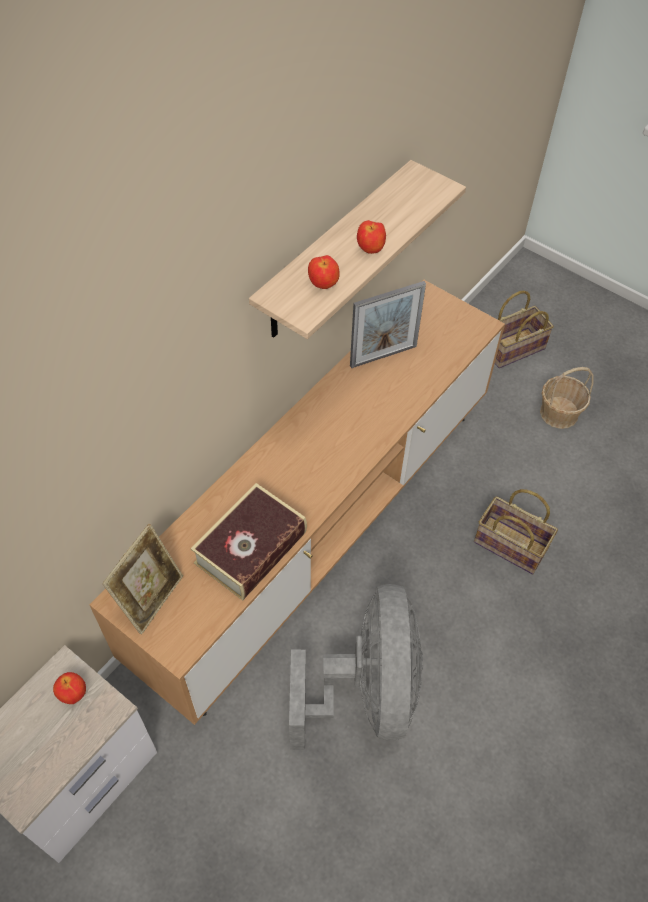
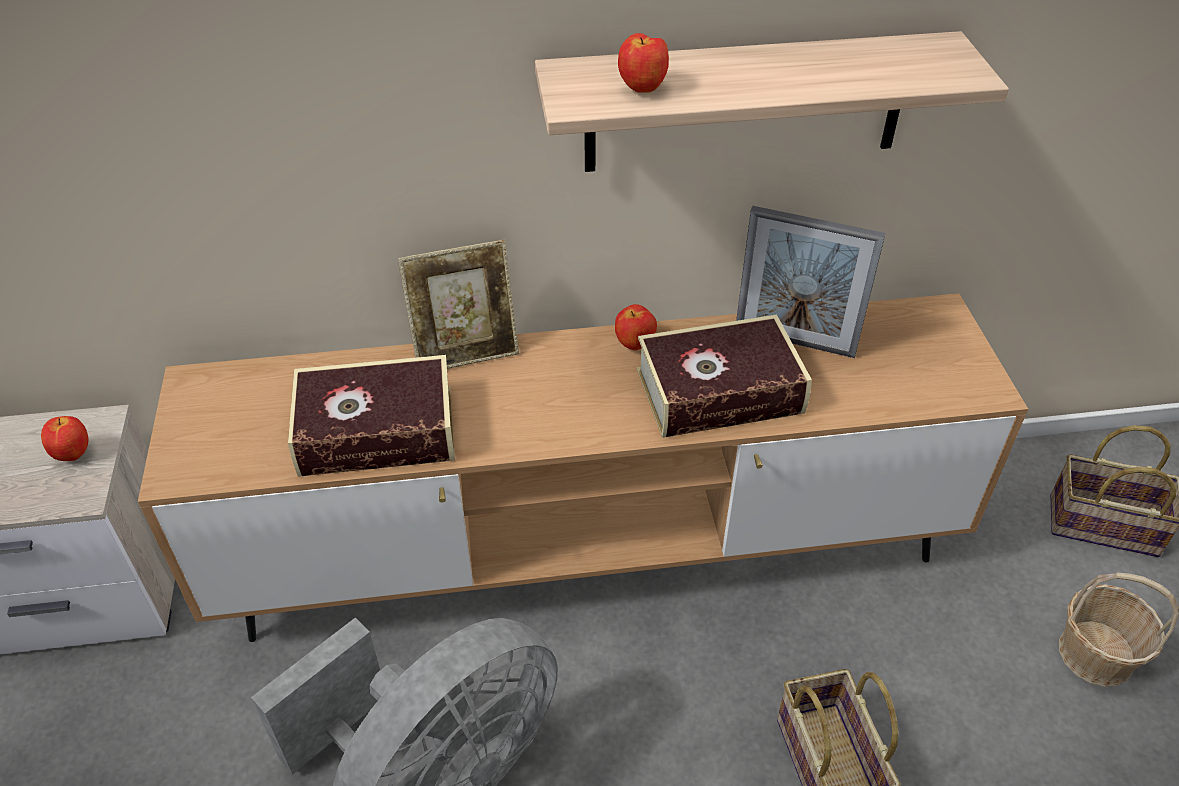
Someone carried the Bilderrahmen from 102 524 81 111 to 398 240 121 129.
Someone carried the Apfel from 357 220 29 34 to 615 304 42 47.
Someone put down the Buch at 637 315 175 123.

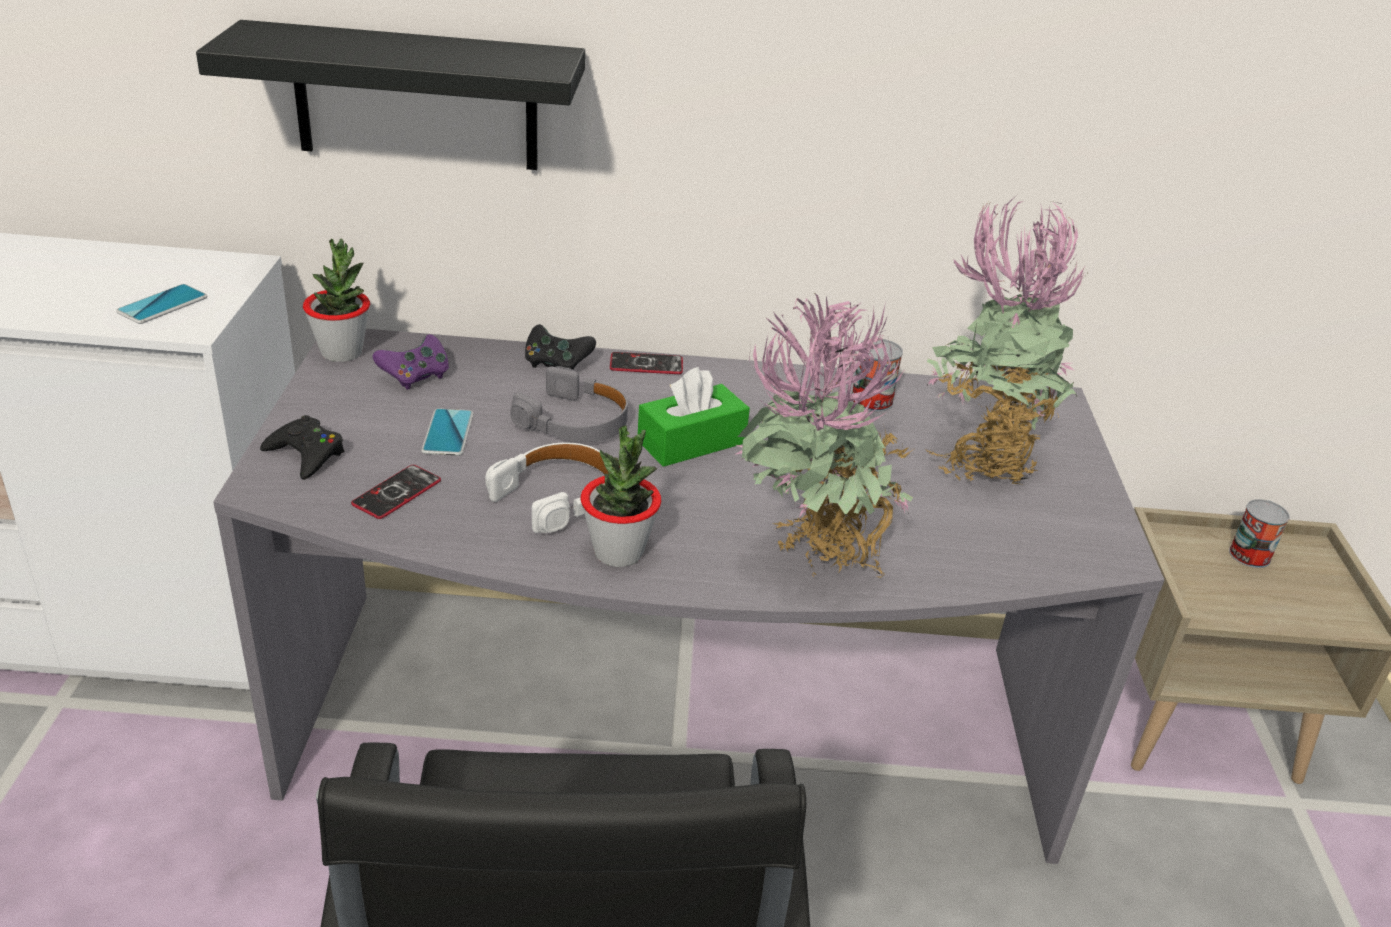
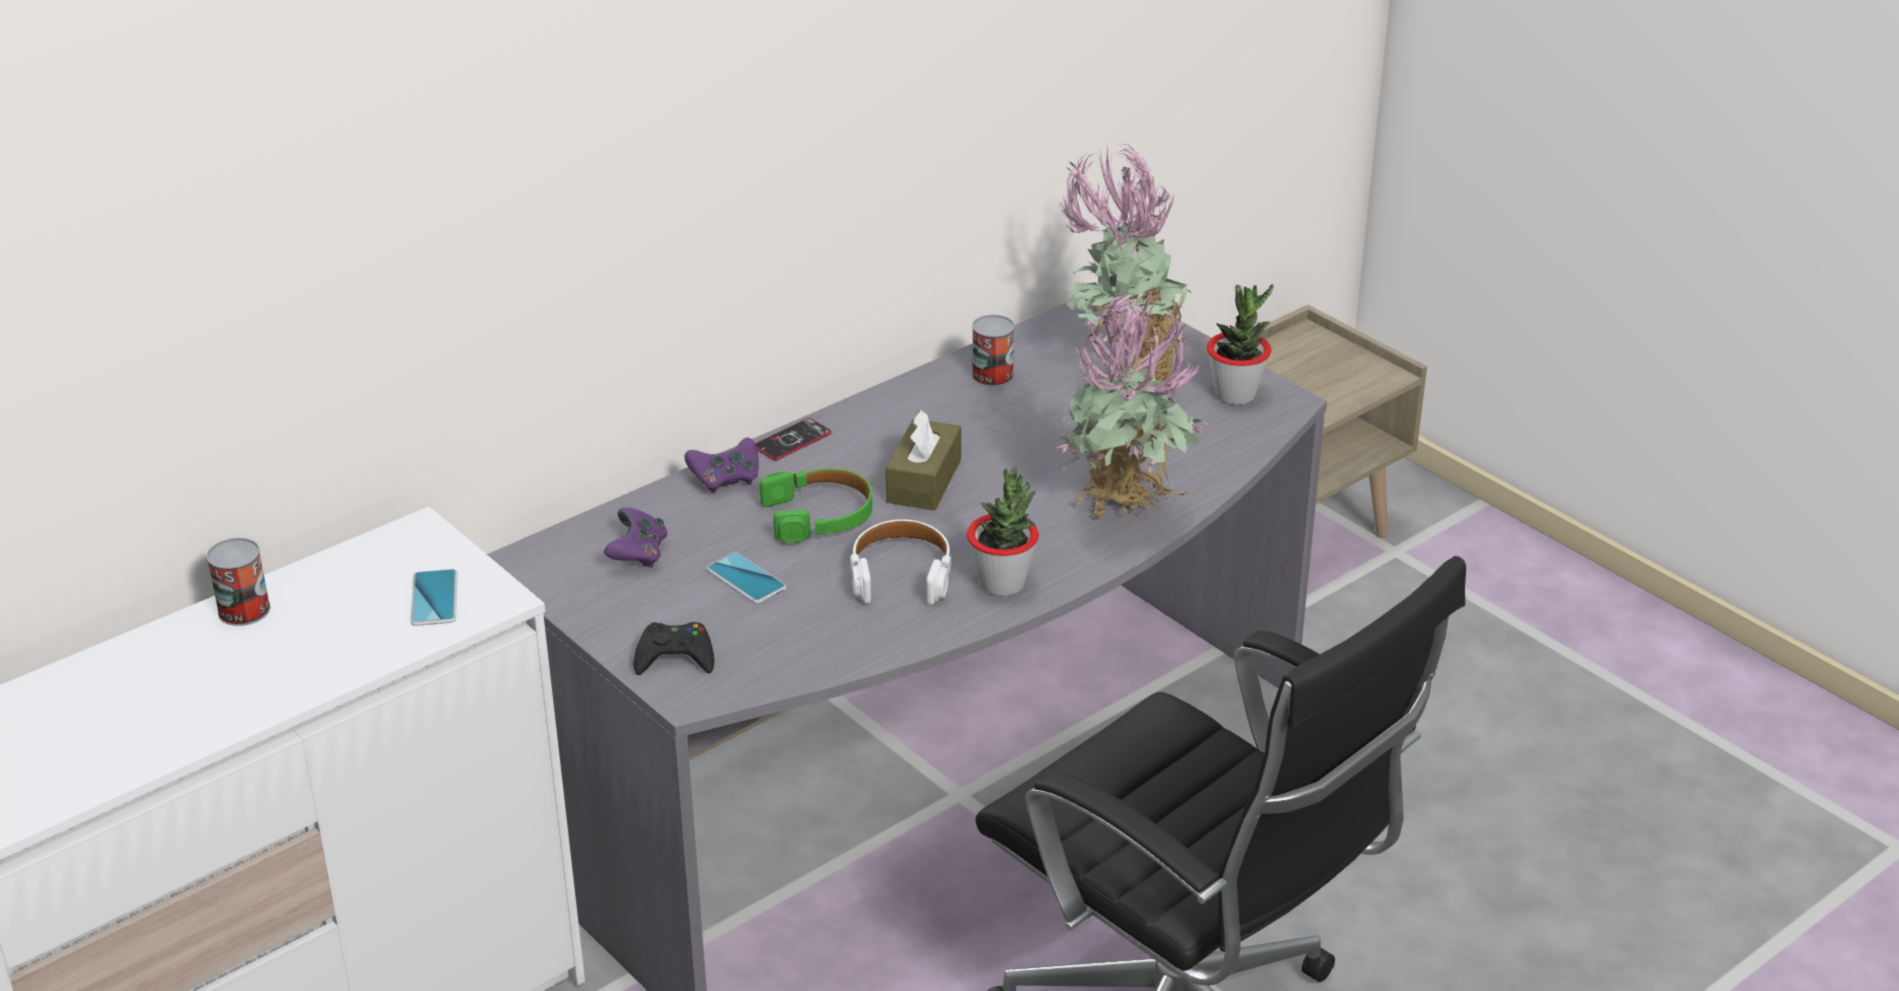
Someone took away the Wandregal (schwarz) at 196 20 389 150.
Someone carried the Topfpflanze from 303 239 67 123 to 1207 284 67 121.
Someone took away the Handy at 351 465 90 54.
Someone repainted the Kopfhörer (grau) at 510 366 118 76, which became the Kopfhörer (grün) at 760 468 112 75.
Someone repainted the Gamepad (schwarz) at 525 324 71 46, which became the Gamepad (lila) at 684 437 75 56.
Someone repainted the Taschentuchbox (grün) at 638 367 112 100, which became the Taschentuchbox (braun) at 886 410 75 101.
Someone carried the Dose from 1229 499 61 69 to 206 538 65 88.

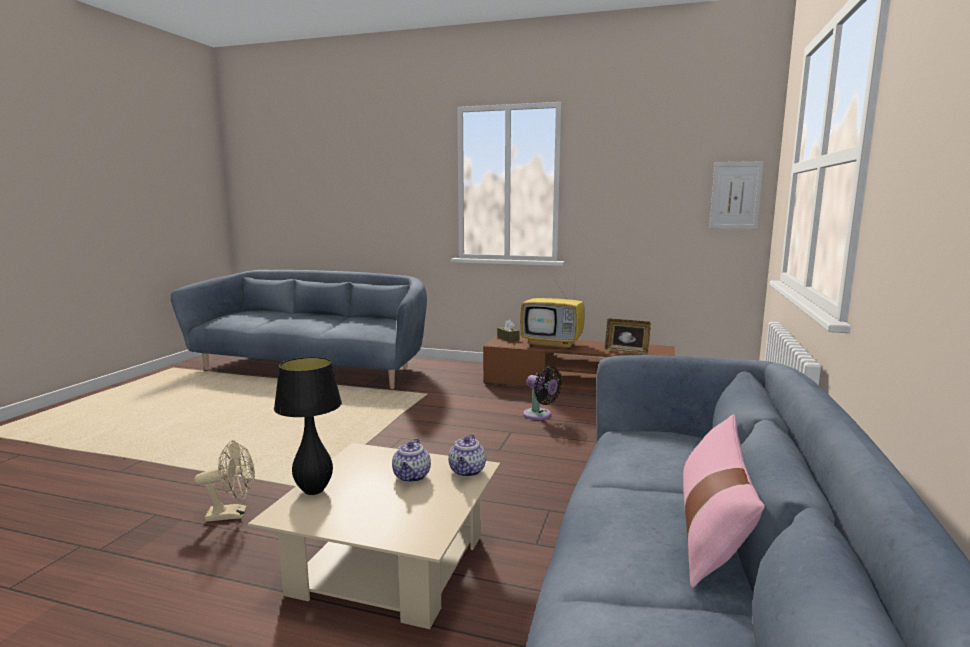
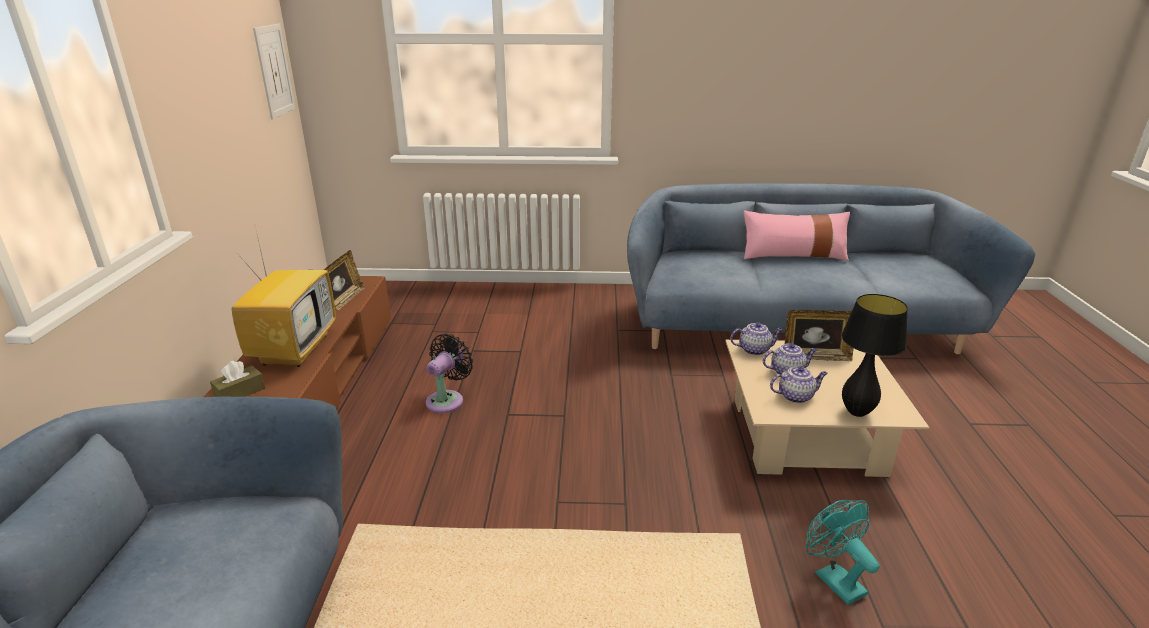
Someone repainted the Ventilator (beige) at 194 440 61 82, which became the Ventilator (türkis) at 806 500 73 105.
Someone put down the Teekanne at 770 366 58 37.
Someone put down the Bilderrahmen at 785 310 68 51.

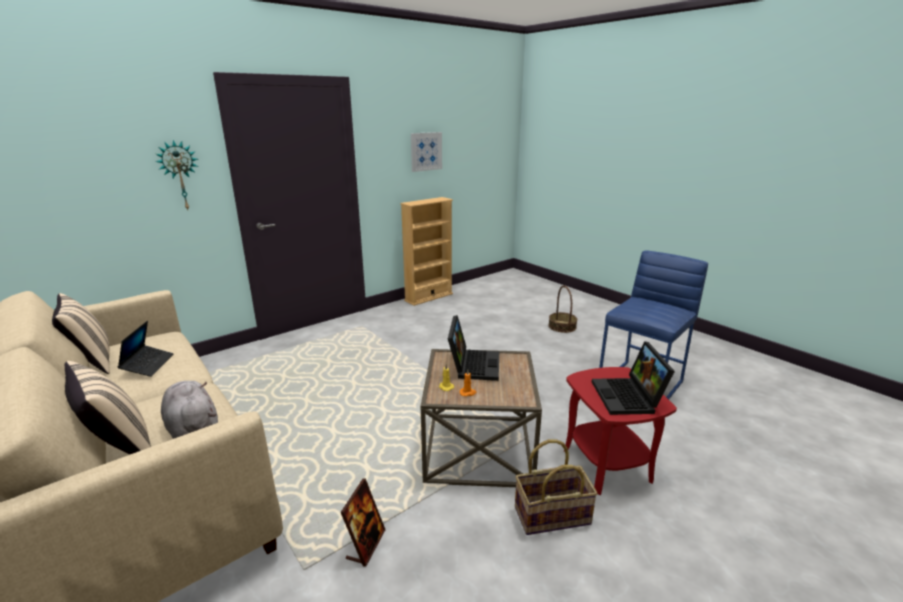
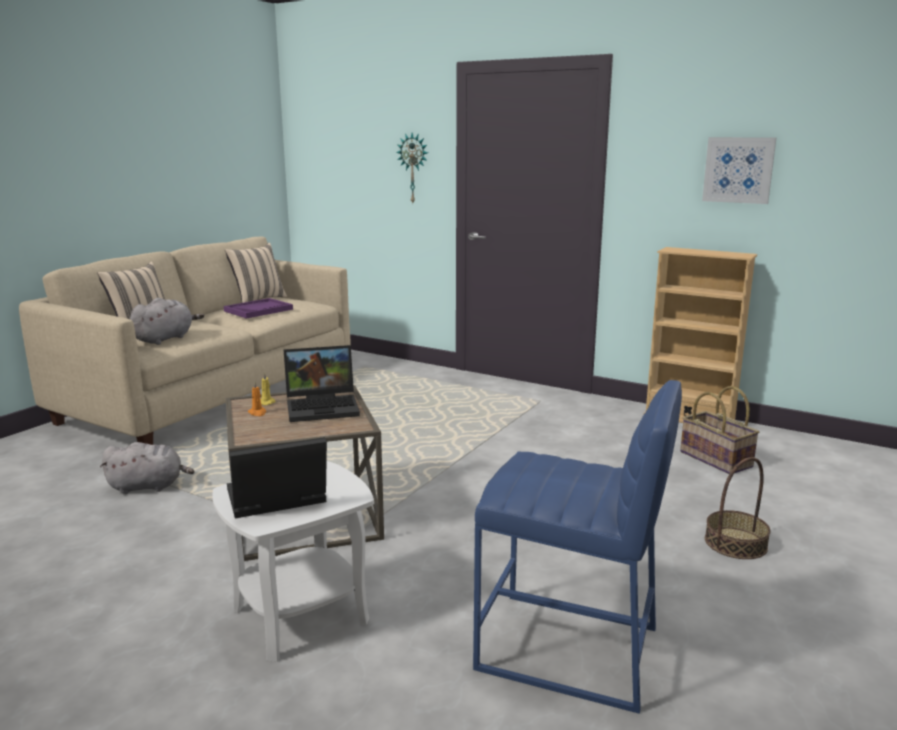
Someone swapped the Laptop at 117 321 57 56 for the Tablett (lila) at 224 298 69 21.
Someone swapped the Bilderrahmen at 341 479 44 88 for the Plüschtier (grau) at 100 442 94 52.
Someone carried the Korb from 515 439 83 96 to 680 386 79 88.
Someone repainted the Beistelltisch (rot) at 564 367 113 128, which became the Beistelltisch (weiß) at 213 461 161 201.

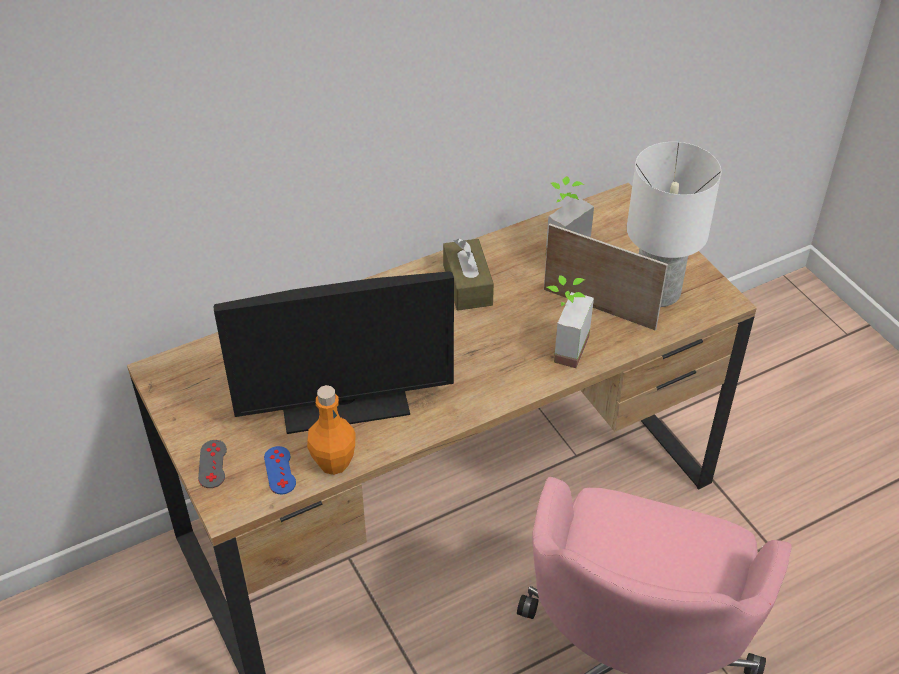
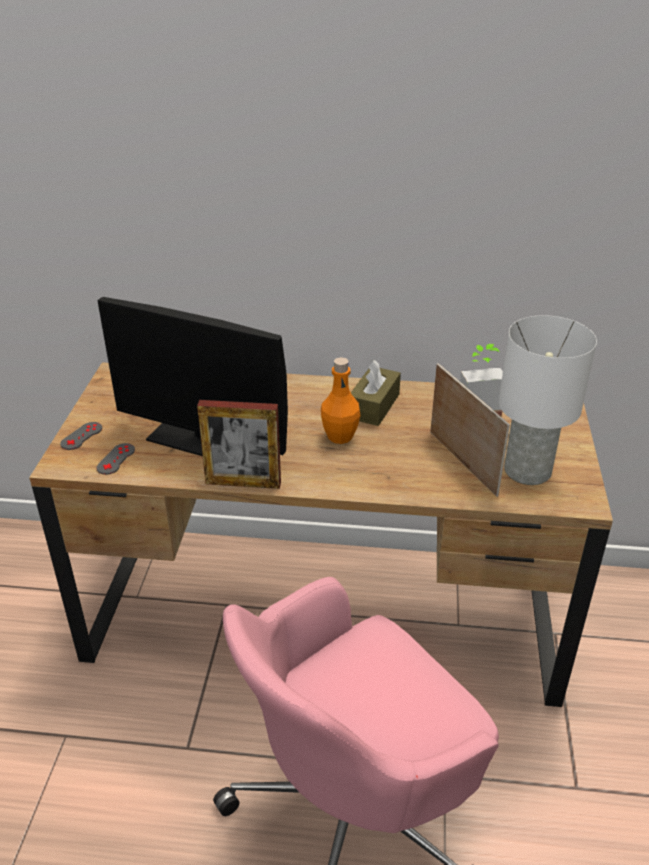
Someone repainted the Gamepad (blau) at 264 446 32 49, which became the Gamepad (grau) at 96 443 39 32.
Someone carried the Flasche (orange) from 307 385 49 90 to 321 357 40 87.
Someone took away the Topfpflanze at 546 275 48 93.
Someone put down the Bilderrahmen at 197 400 84 89.

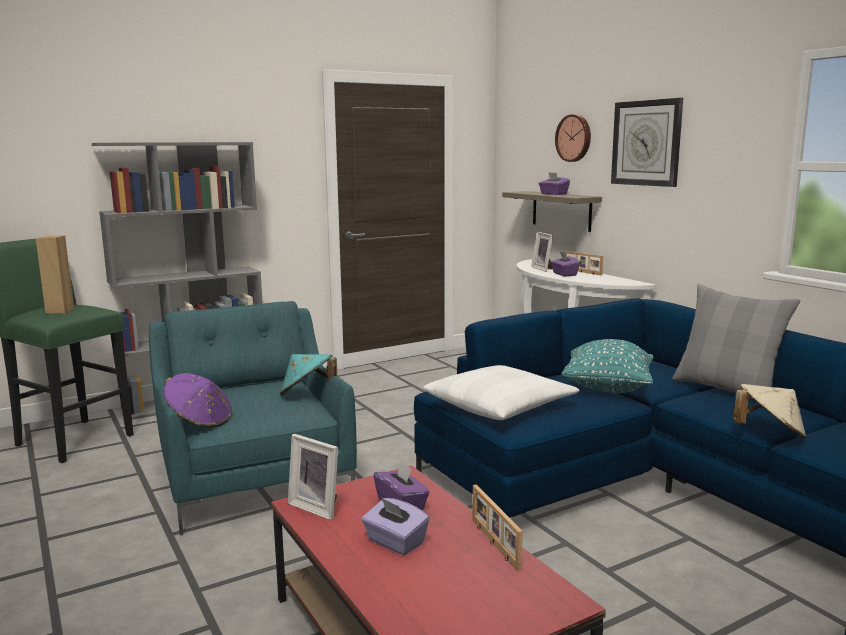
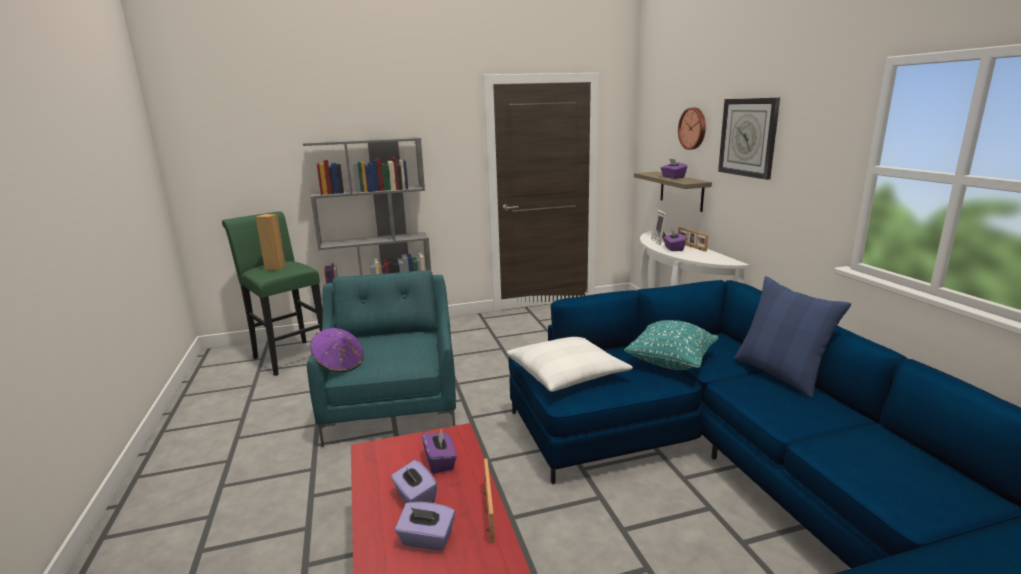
Someone took away the Hut (türkis) at 280 354 57 42.
Someone took away the Bilderrahmen at 288 434 50 86.
Someone repainted the Kissen (grau) at 672 284 128 114, which became the Kissen (blau) at 734 276 117 122.
Someone took away the Hut (beige) at 733 384 73 55.
Someone put down the Taschentuchbox (lila) at 395 502 60 48.

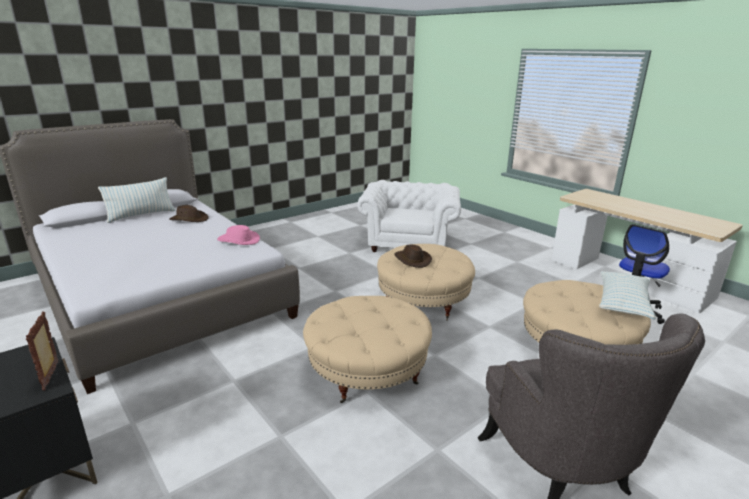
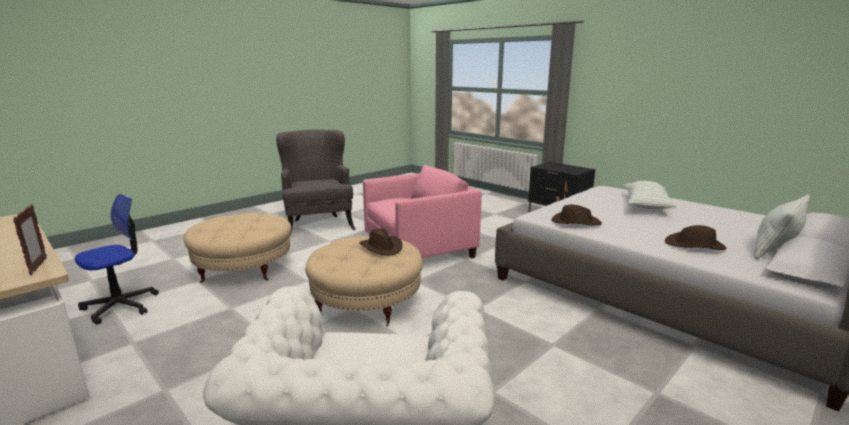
Someone carried the Bilderrahmen from 26 311 32 79 to 13 204 34 71.
Someone repainted the Hut (rosa) at 217 225 43 20, which became the Hut (braun) at 552 205 50 21.
Someone swapped the Polsterhocker (beige) at 303 296 129 107 for the Sessel (rosa) at 363 165 119 93.
Someone carried the Kissen from 599 271 57 49 to 624 181 52 28.

